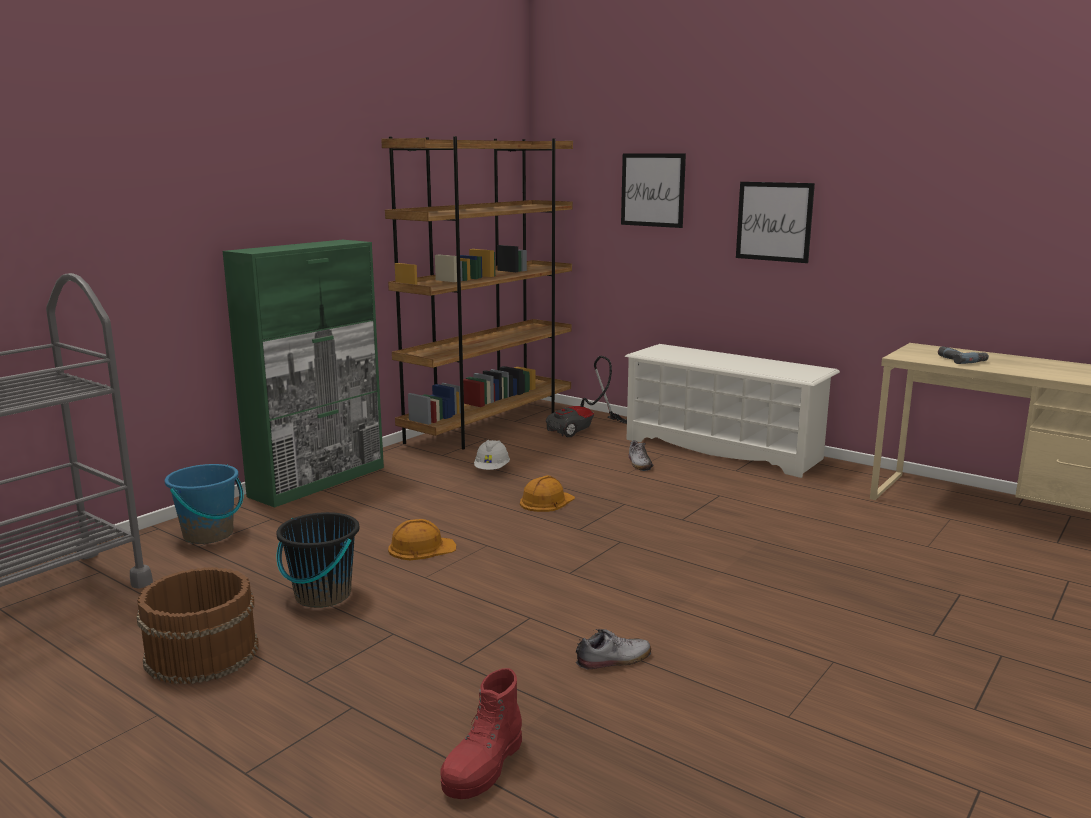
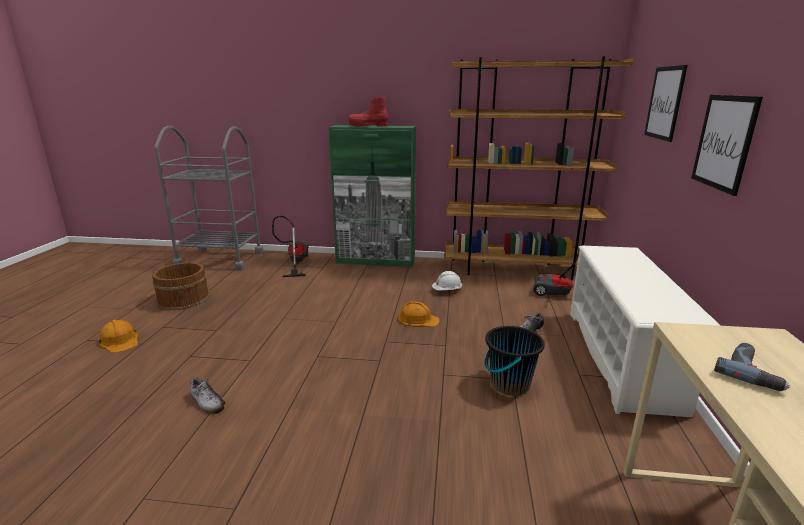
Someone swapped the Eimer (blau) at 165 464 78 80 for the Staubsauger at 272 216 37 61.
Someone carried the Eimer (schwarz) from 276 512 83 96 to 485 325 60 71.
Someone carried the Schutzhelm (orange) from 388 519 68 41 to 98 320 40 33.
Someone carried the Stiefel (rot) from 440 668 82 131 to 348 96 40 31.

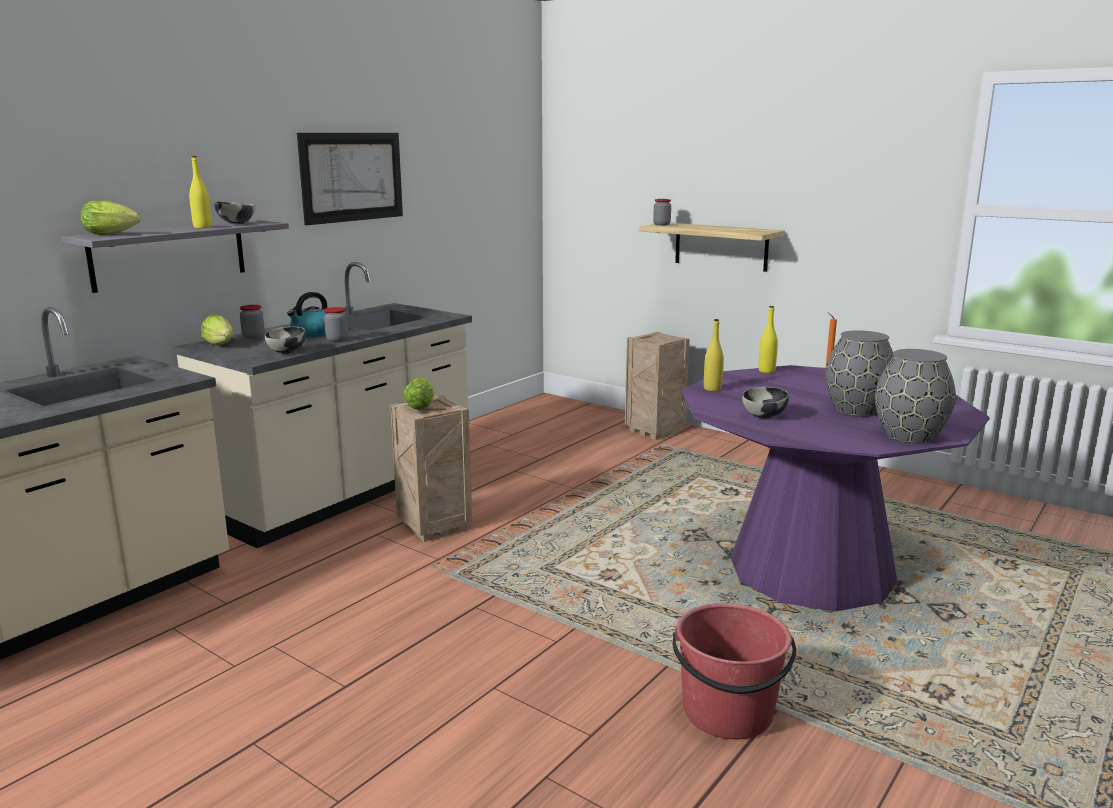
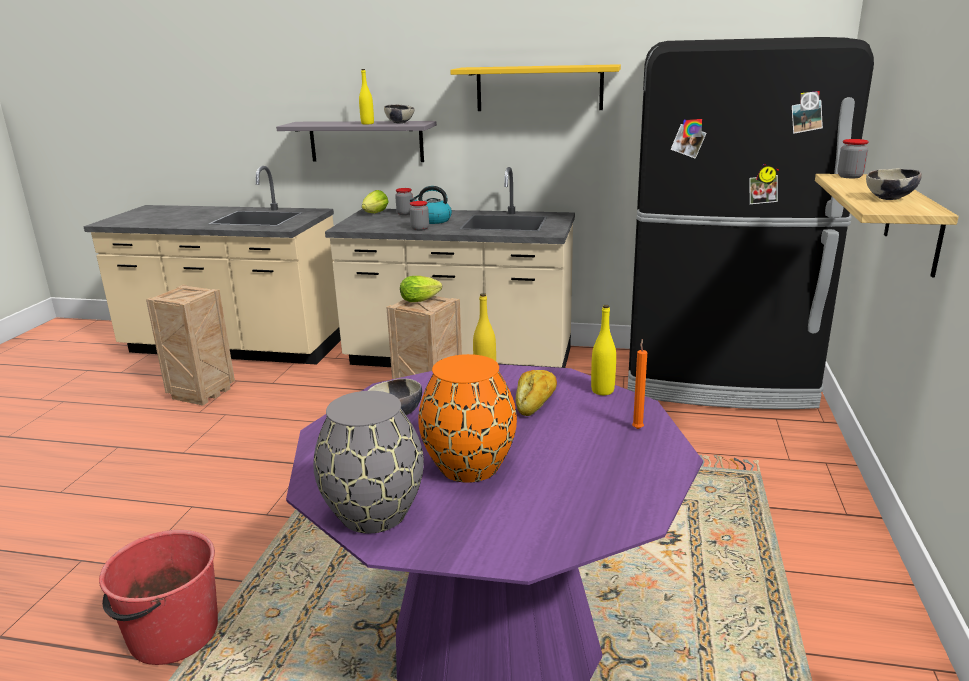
Someone took away the Salatkopf at 80 200 60 35.
Someone carried the Schüssel from 265 326 41 28 to 866 169 56 31.
Someone swapped the Bild at 297 133 106 92 for the Wandregal (gelb) at 450 64 171 47.
Someone carried the Kiste from 625 332 65 108 to 146 285 89 121.
Someone repainted the Vase (grau) at 825 330 69 87, which became the Vase (orange) at 418 354 99 129.
Someone put down the Brot at 516 370 41 46.
Someone put down the Kühlschrank (schwarz) at 628 37 246 372.

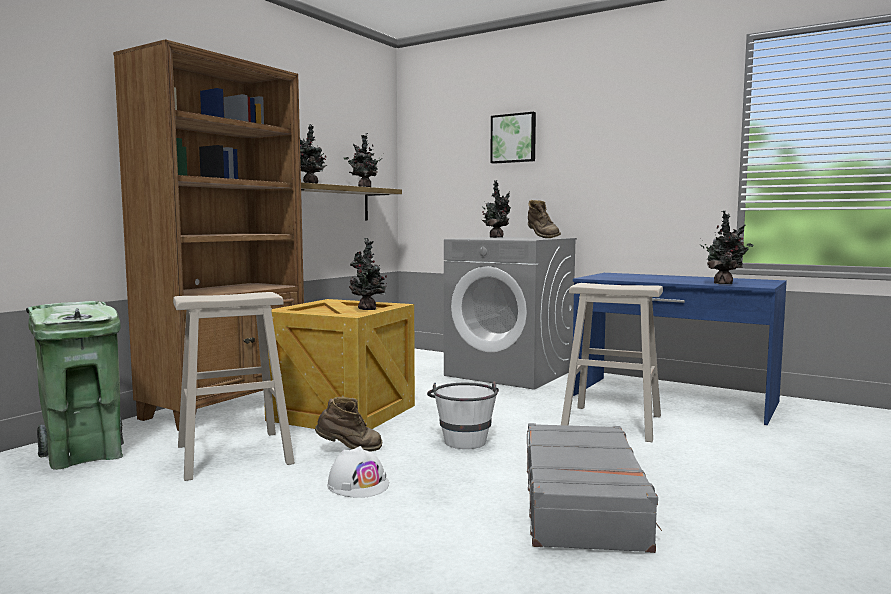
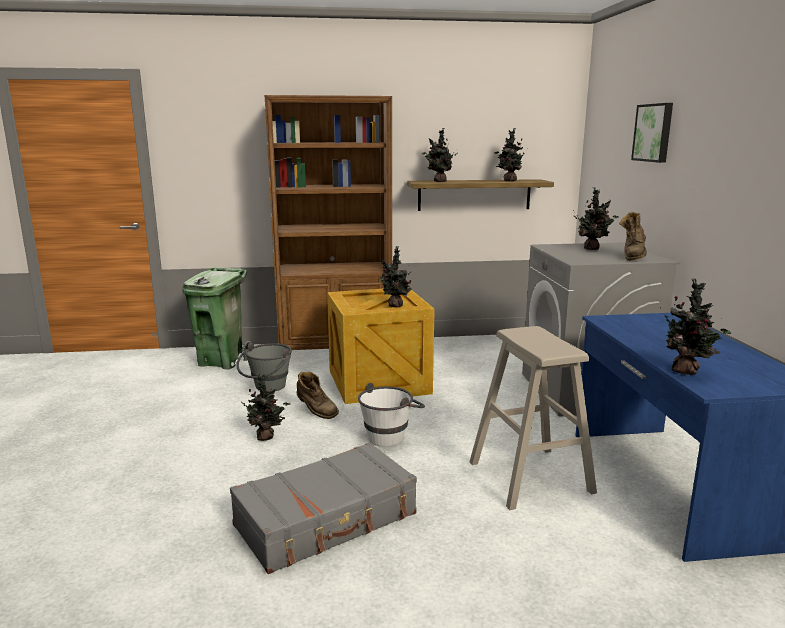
Someone swapped the Hocker (beige) at 173 292 122 189 for the Eimer (grau) at 236 343 56 49.
Someone swapped the Schutzhelm (weiß) at 327 446 62 52 for the Topfpflanze at 238 373 52 68.

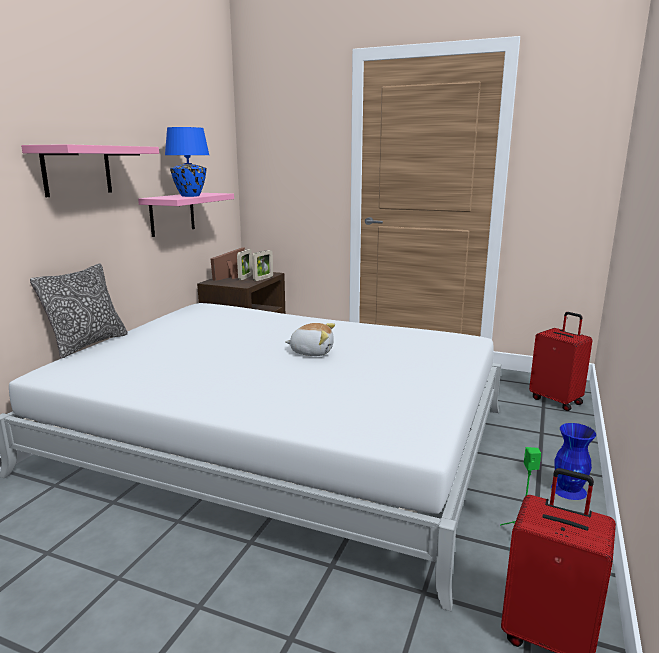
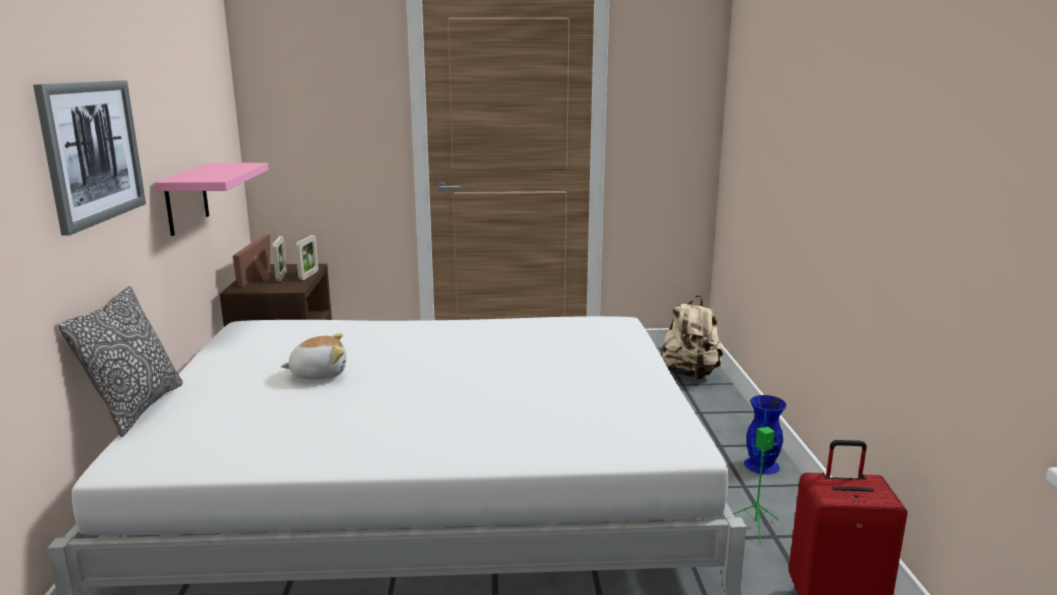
Someone swapped the Wandregal (rosa) at 21 144 138 53 for the Bild at 33 81 113 155.
Someone took away the Tischlampe (blau) at 165 127 44 70.
Someone carried the Plüschtier from 285 323 50 33 to 281 333 65 47.
Someone swapped the Koffer (rot) at 529 312 64 99 for the Rucksack (beige) at 661 295 62 85.

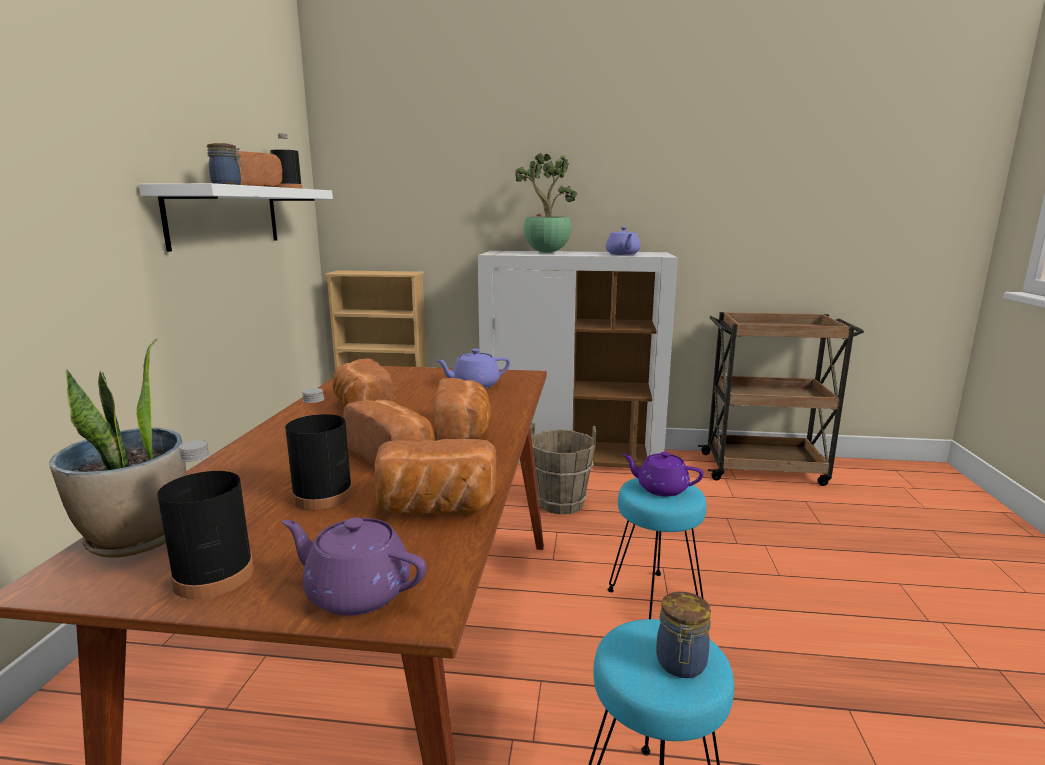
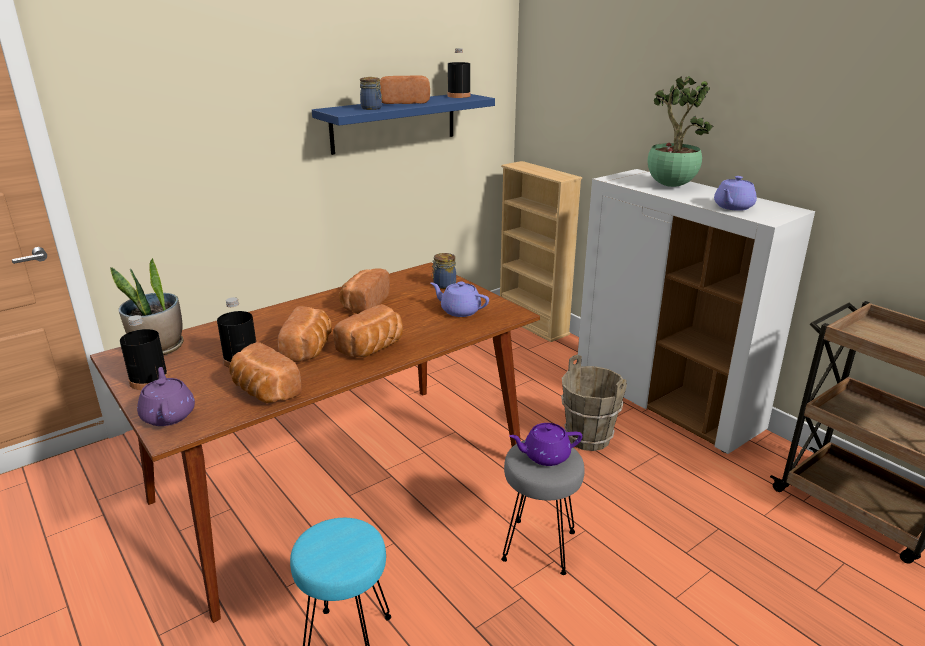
Someone repainted the Wandregal (weiß) at 139 183 194 69, which became the Wandregal (blau) at 312 94 183 61.
Someone repainted the Hocker (türkis) at 607 478 99 141, which became the Hocker (grau) at 501 440 83 135.
Someone rotated the Teekanne (lila) at 622 452 82 45 by 75 degrees counterclockwise.
Someone carried the Vorratsglas from 656 592 55 86 to 432 253 24 36.

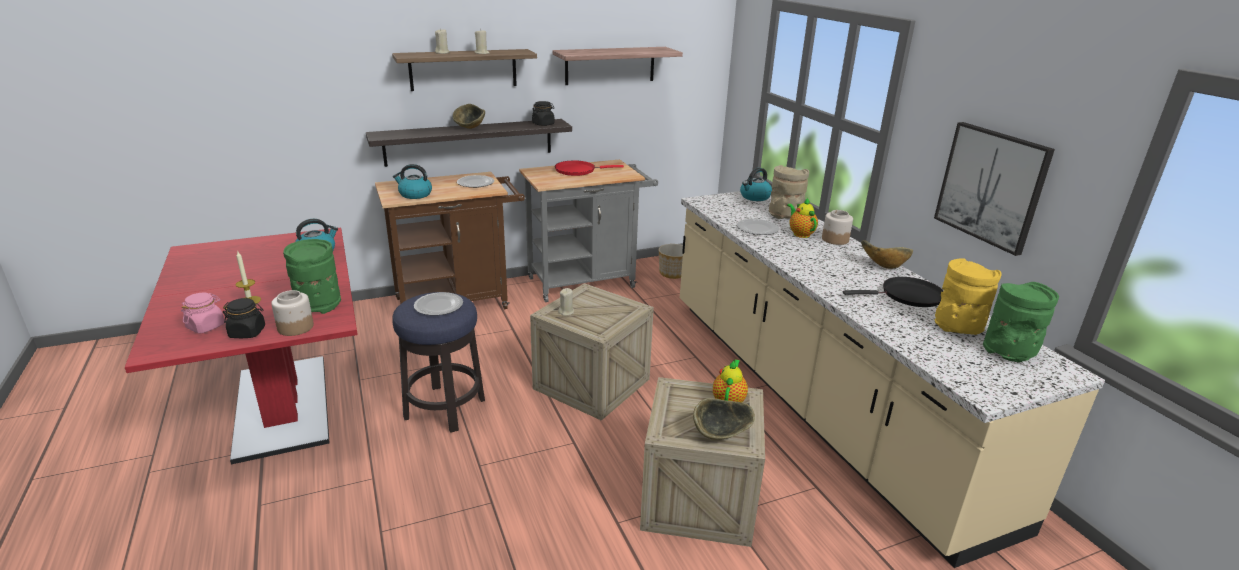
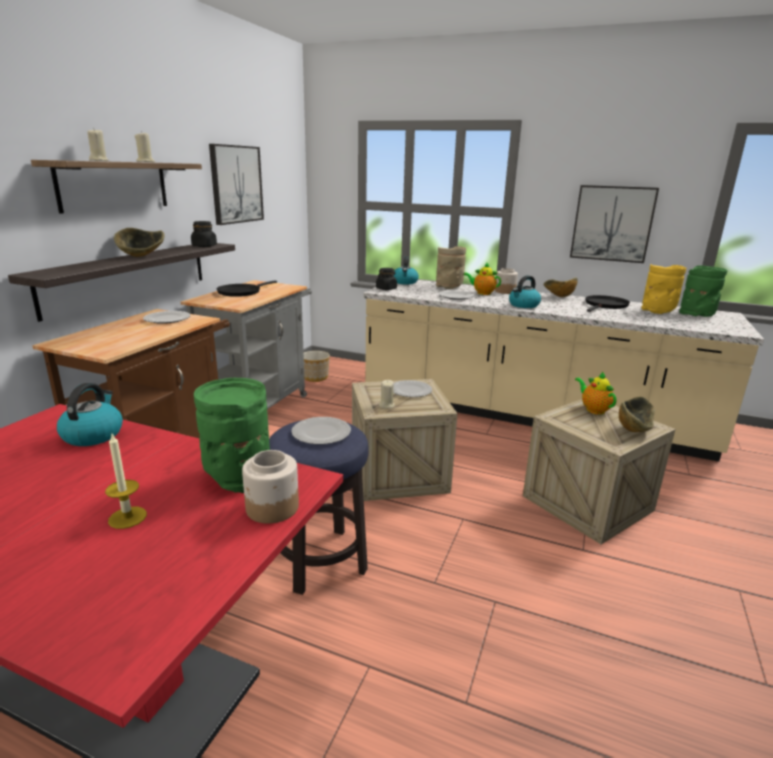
Someone took away the Vorratsglas (rosa) at 181 293 43 41.
Someone carried the Vorratsglas (schwarz) from 223 298 42 40 to 376 268 21 22.
Someone carried the Wasserkessel from 393 164 39 35 to 509 275 32 33.
Someone swapped the Wandregal at 553 47 130 38 for the Bild at 209 144 55 81.
Someone repainted the Pfanne (rot) at 555 161 69 15, which became the Pfanne (schwarz) at 217 281 60 16.
Someone put down the Teller at 393 380 39 17.

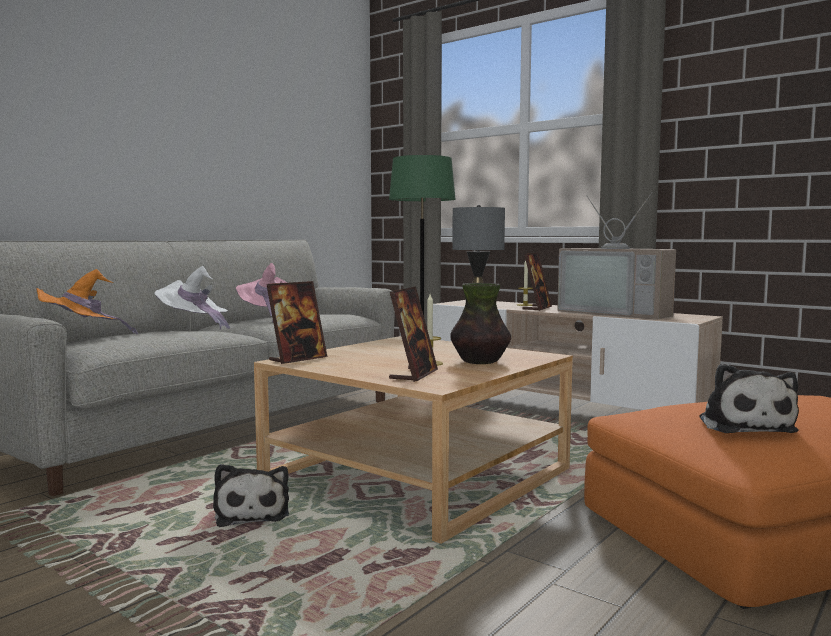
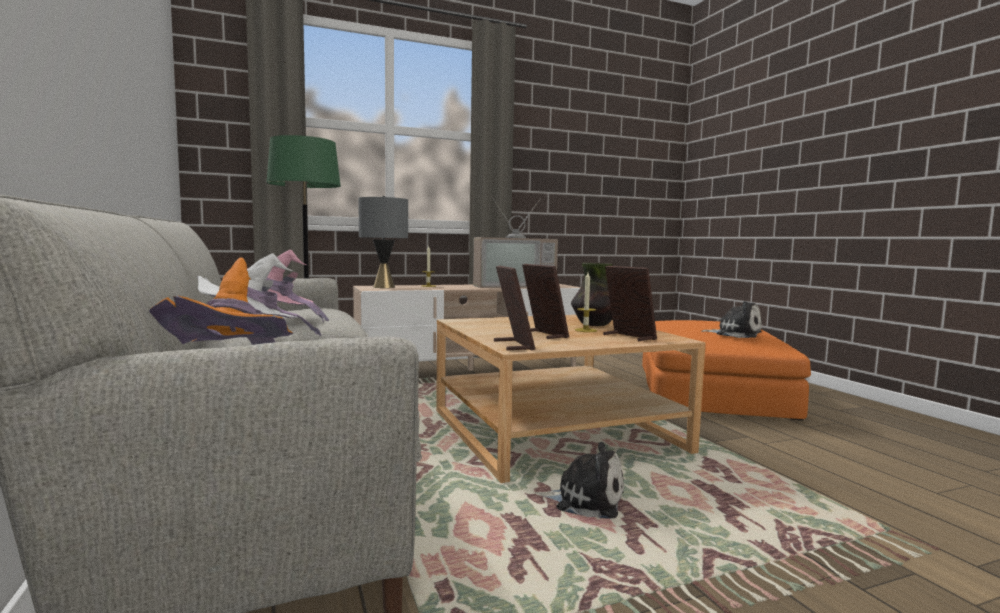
Someone carried the Bilderrahmen from 523 253 29 58 to 522 264 47 75.

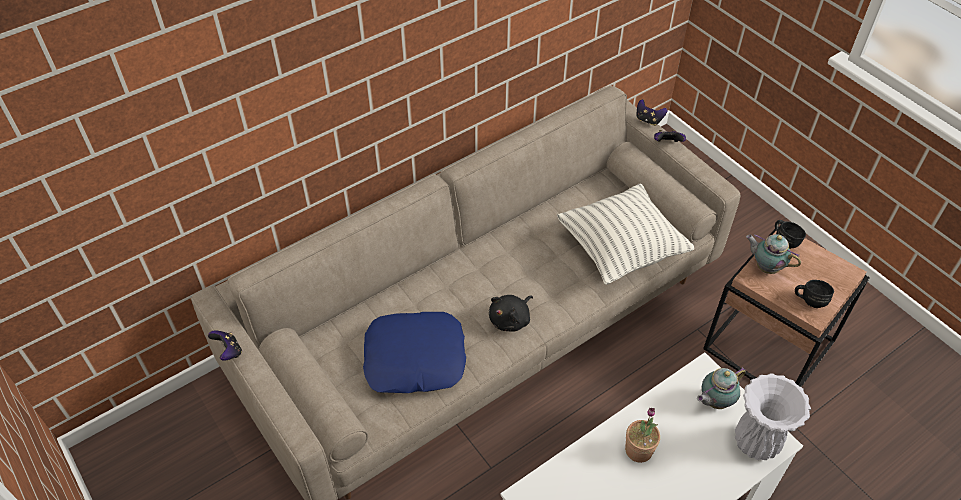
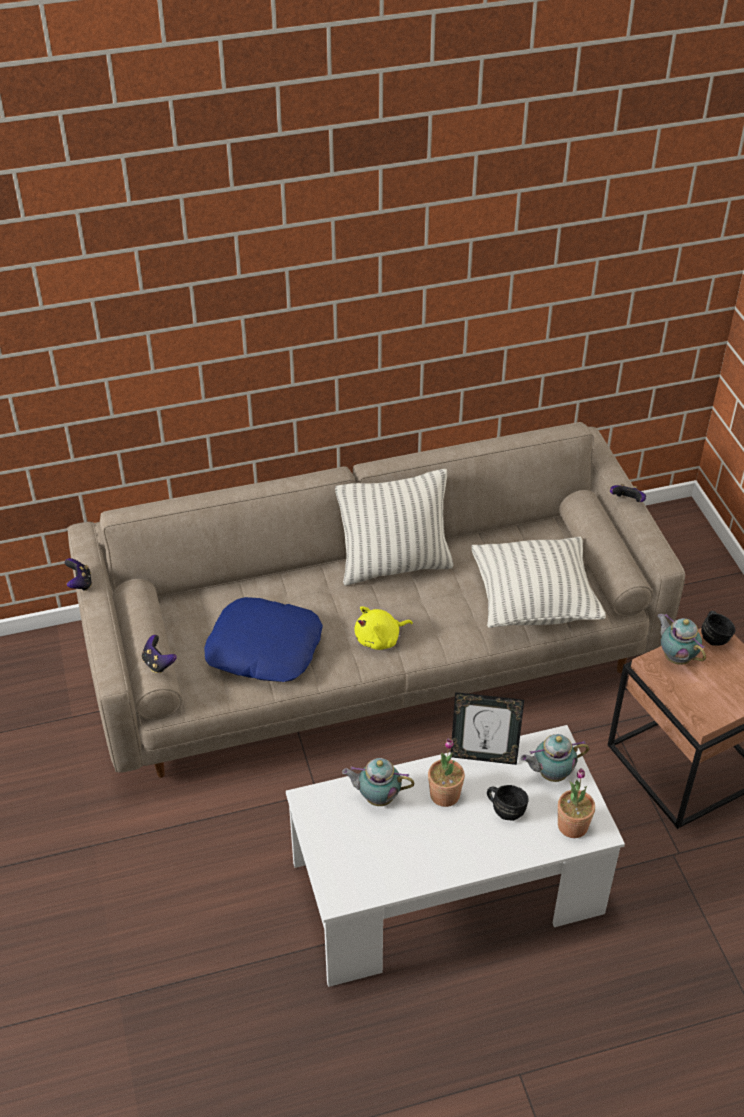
Someone repainted the Plüschtier (schwarz) at 489 295 44 37, which became the Plüschtier (gelb) at 355 606 58 44.
Someone carried the Gamepad from 636 99 31 27 to 142 635 35 38.
Someone swapped the Vase (weiß) at 735 373 76 87 for the Topfpflanze at 558 768 37 70.
Someone carried the Henkelbecher (schwarz) from 795 280 39 28 to 487 785 42 36.
Someone put down the Kissen at 335 469 119 117.
Someone put down the Teekanne at 342 758 72 48.
Someone put down the Bilderrahmen at 451 692 73 73.

